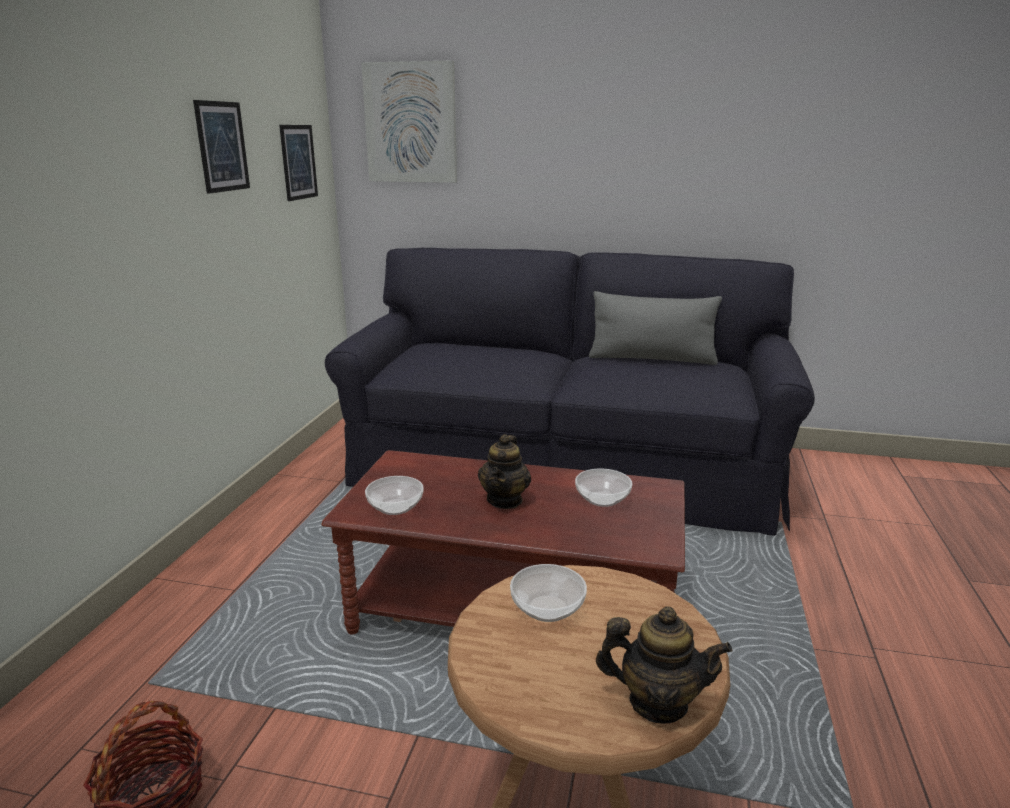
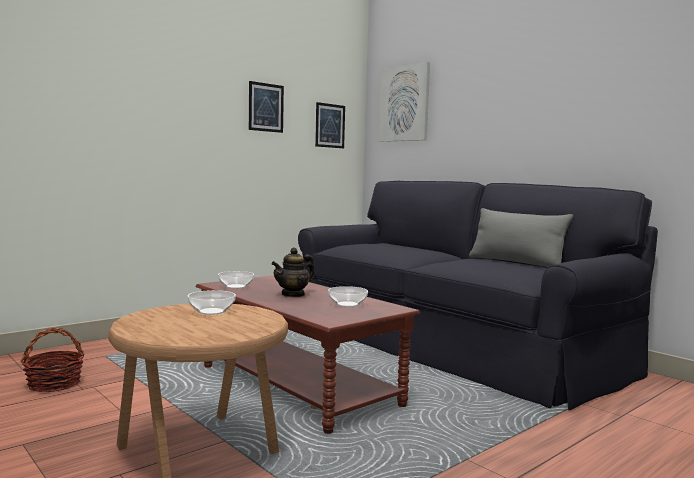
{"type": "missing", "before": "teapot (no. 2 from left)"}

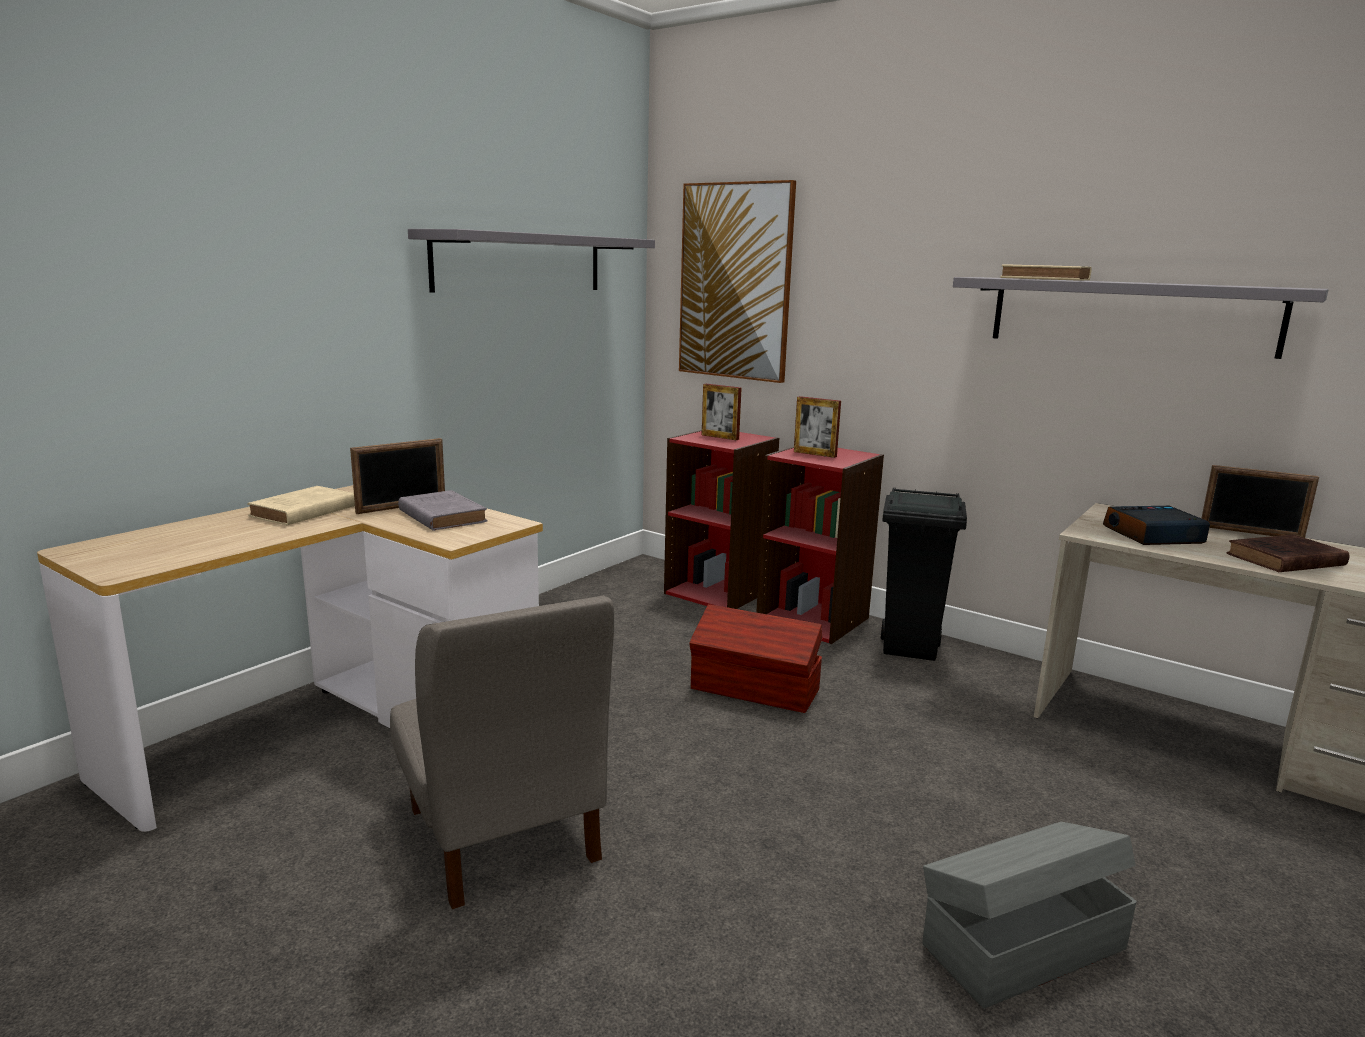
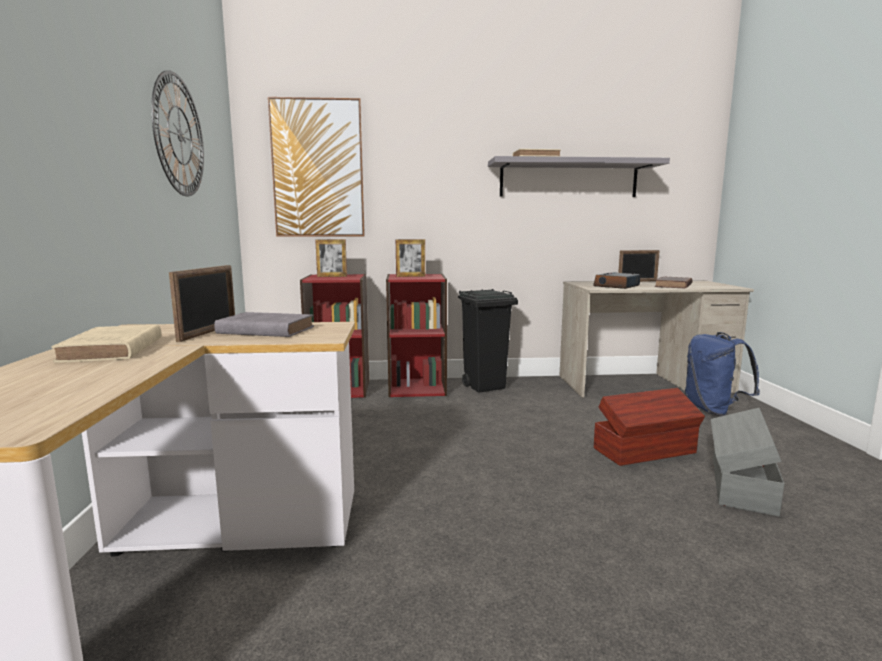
{"type": "missing", "before": "grey chair"}
{"type": "appeared", "after": "blue backpack"}
{"type": "relocated", "before": "brown storage box"}
{"type": "exchanged", "before": "grey shelf (no. 1 from left)", "after": "wall clock"}

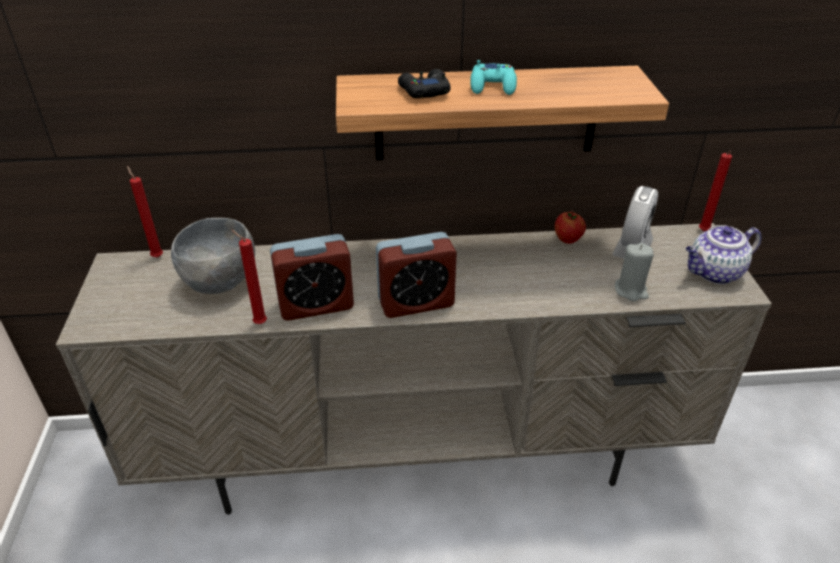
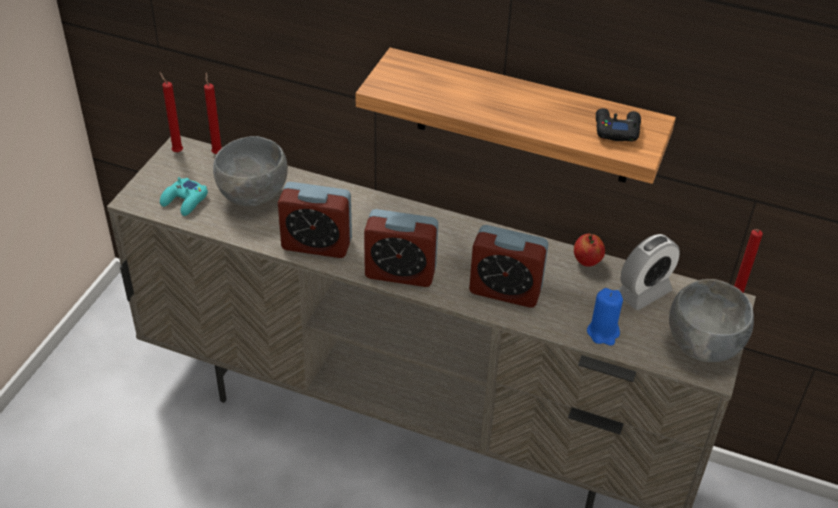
{"type": "appeared", "after": "alarm clock (no. 3 from left)"}
{"type": "relocated", "before": "red candle (no. 2 from left in the first image)", "after": "red candle (no. 1 from left)"}
{"type": "relocated", "before": "black game controller"}
{"type": "relocated", "before": "turquoise game controller"}
{"type": "exchanged", "before": "teapot", "after": "grey bowl (no. 2 from left)"}
{"type": "colour", "before": "grey candle", "after": "blue candle"}

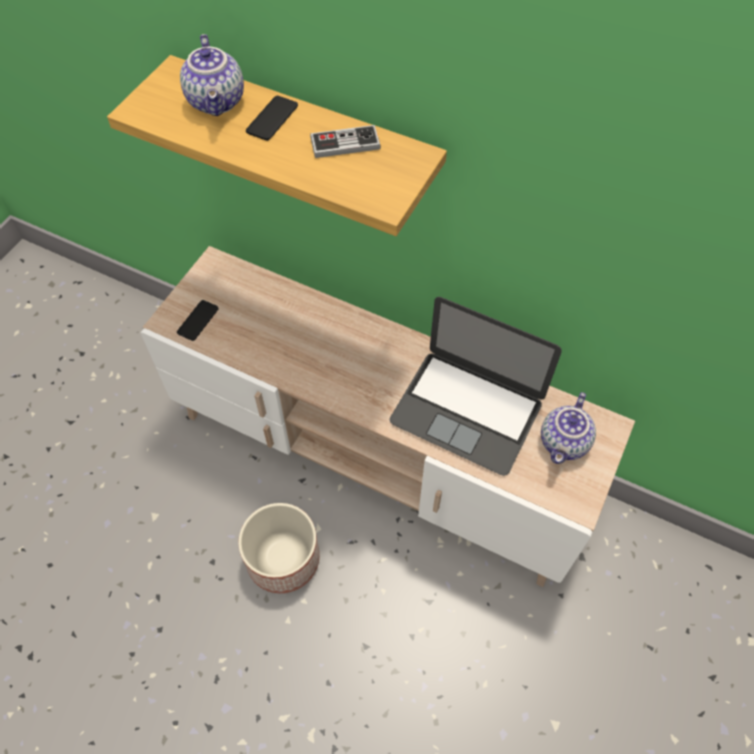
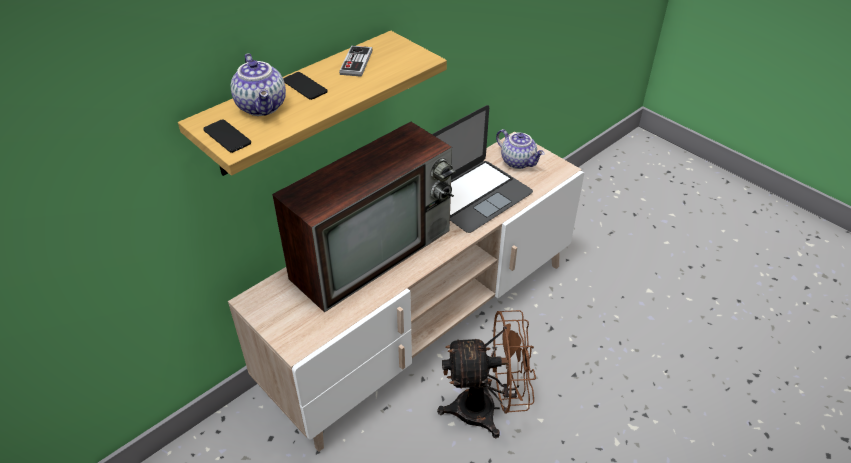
{"type": "appeared", "after": "television"}
{"type": "relocated", "before": "phone (no. 1 from left)"}
{"type": "exchanged", "before": "planter", "after": "brown fan"}
{"type": "spun", "before": "teapot (no. 1 from left)", "turn": 60}

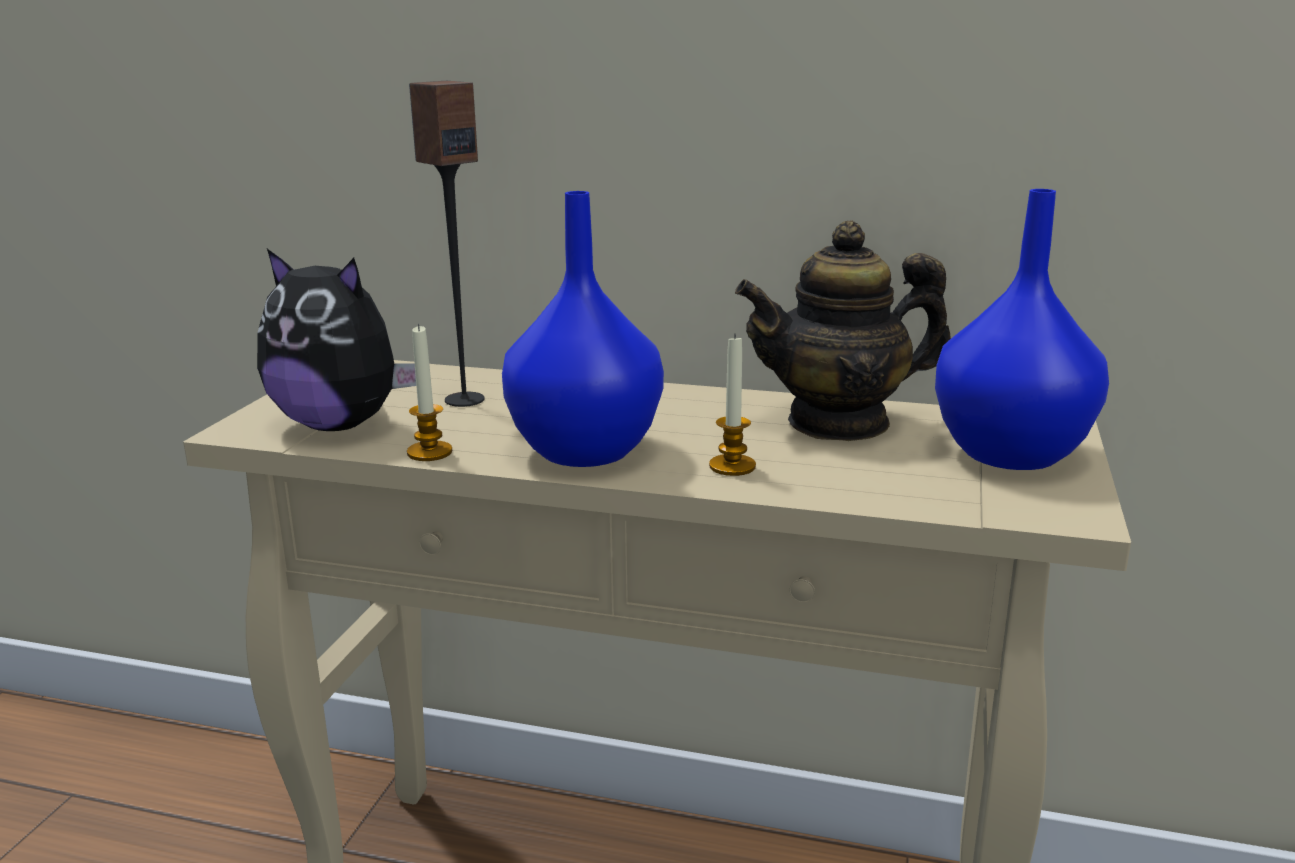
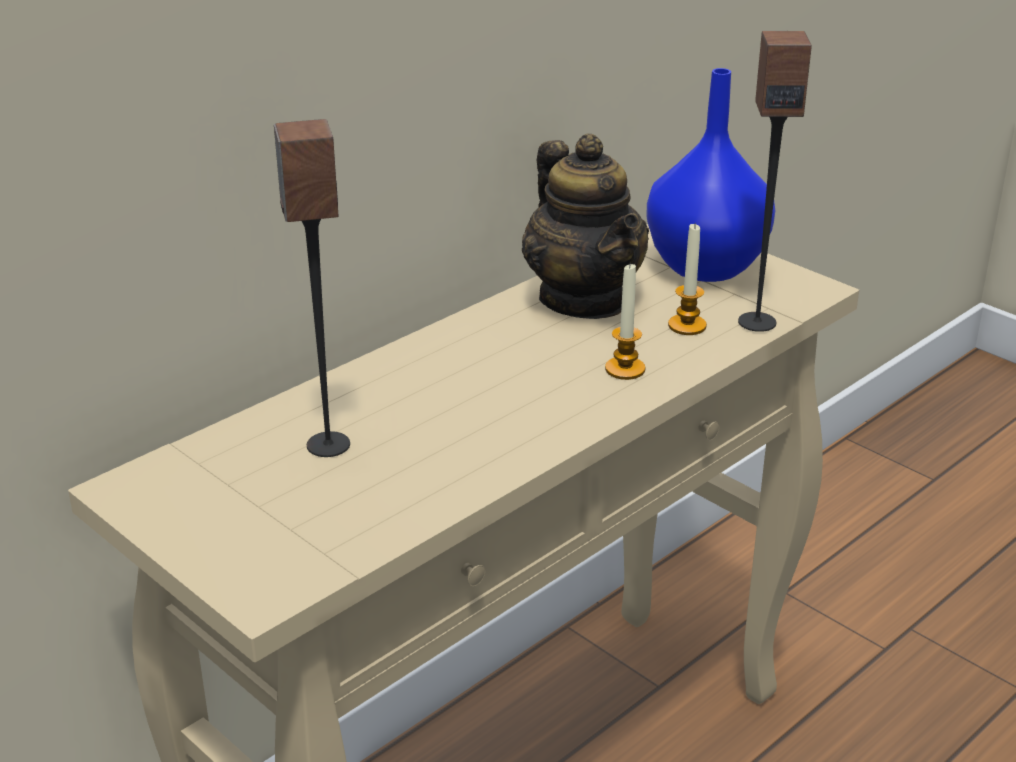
{"type": "missing", "before": "plush toy"}
{"type": "missing", "before": "blue vase (no. 1 from left)"}
{"type": "appeared", "after": "speaker (no. 2 from left)"}
{"type": "relocated", "before": "candle (no. 1 from left in the first image)", "after": "candle (no. 2 from left)"}
{"type": "spun", "before": "teapot", "turn": -45}

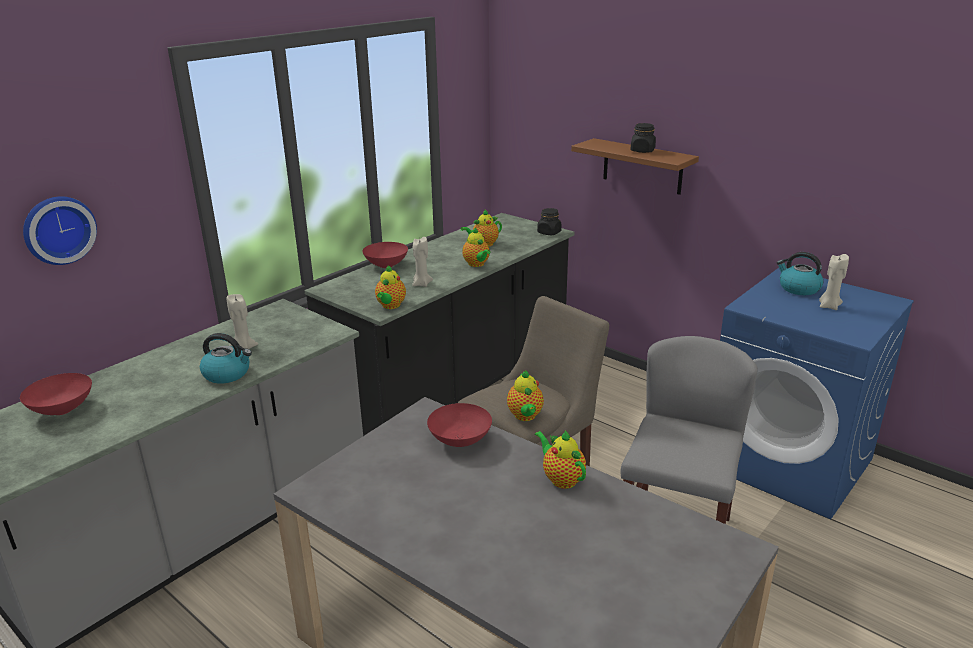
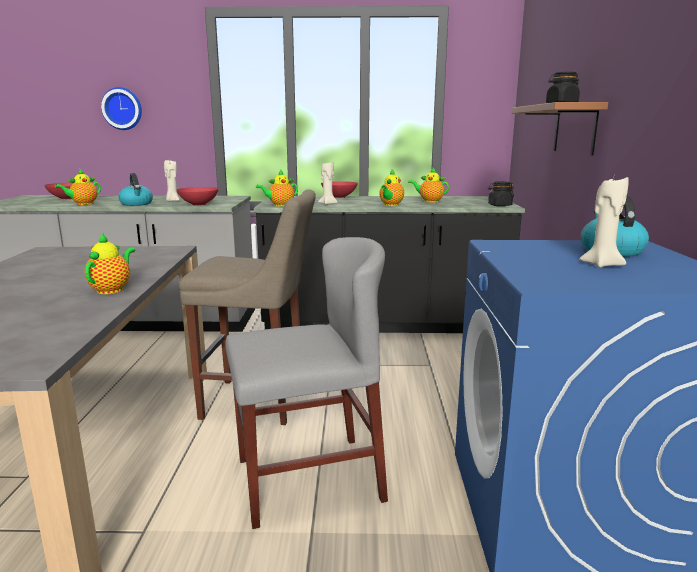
{"type": "relocated", "before": "red bowl (no. 3 from left in the first image)", "after": "red bowl (no. 2 from left)"}
{"type": "relocated", "before": "teapot (no. 4 from left in the first image)", "after": "teapot (no. 1 from left)"}

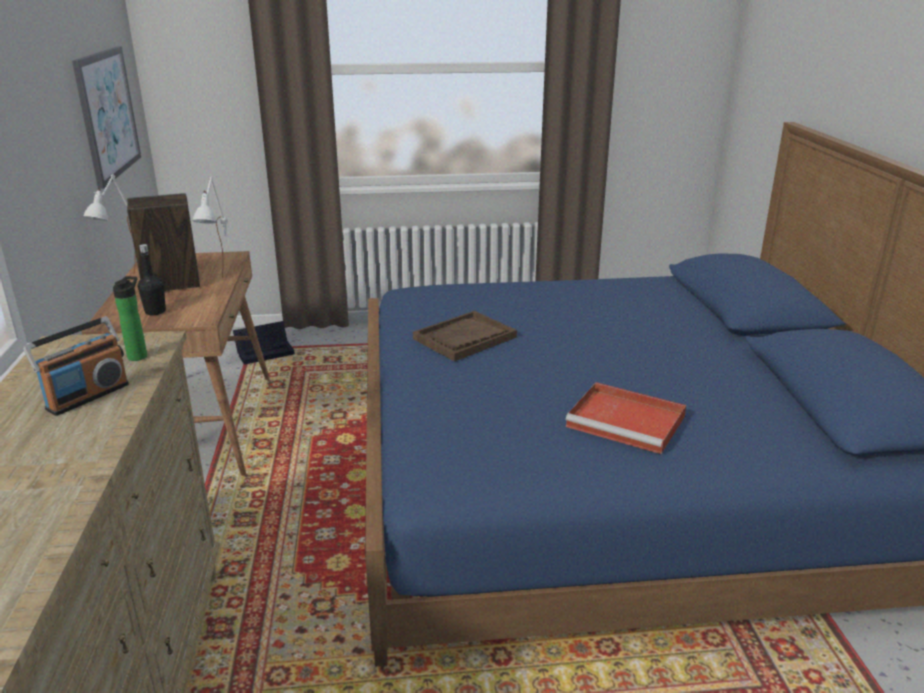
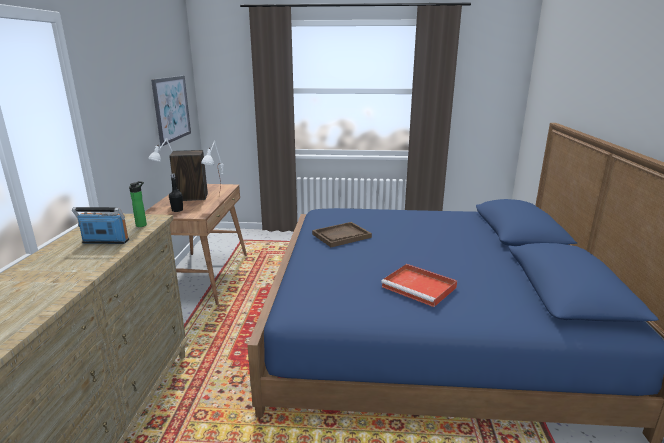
{"type": "missing", "before": "black storage box"}
{"type": "spun", "before": "radio", "turn": -135}

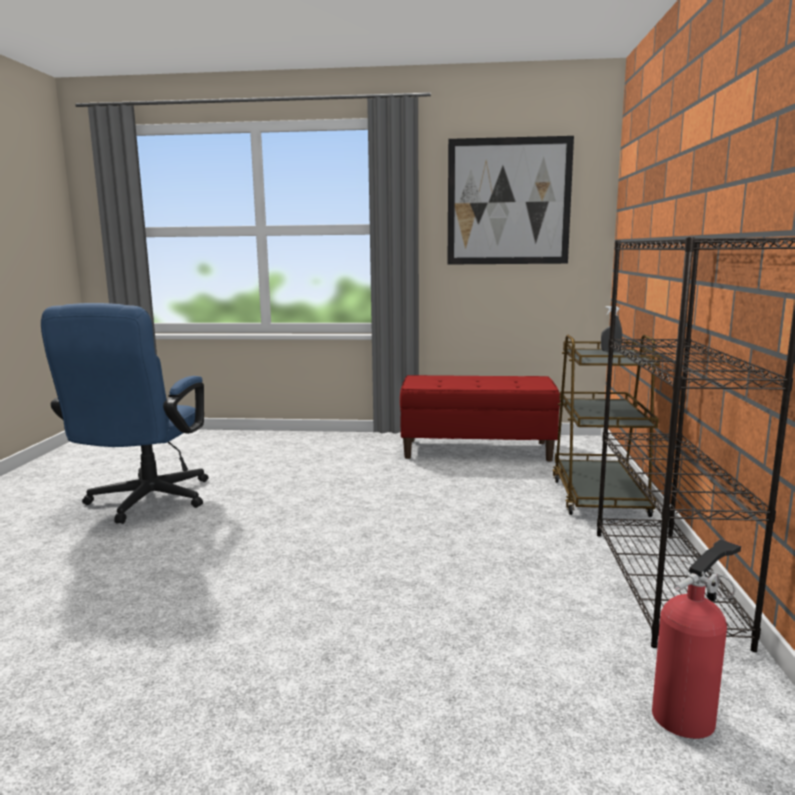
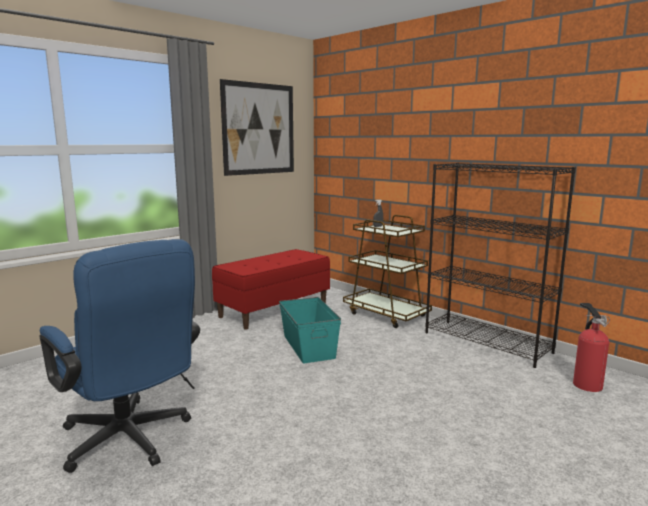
{"type": "appeared", "after": "turquoise storage box"}

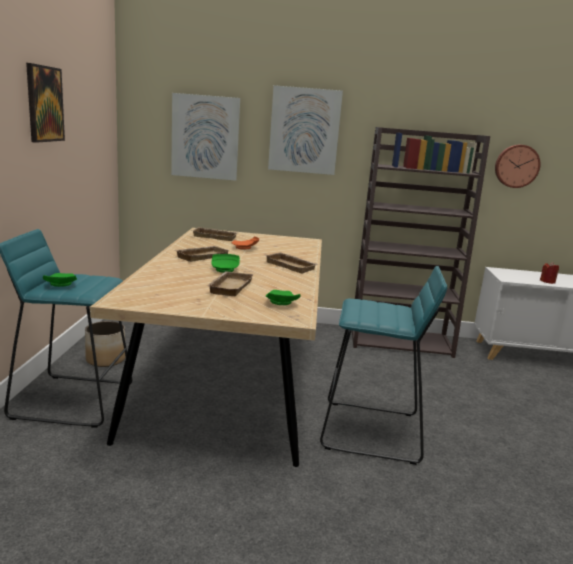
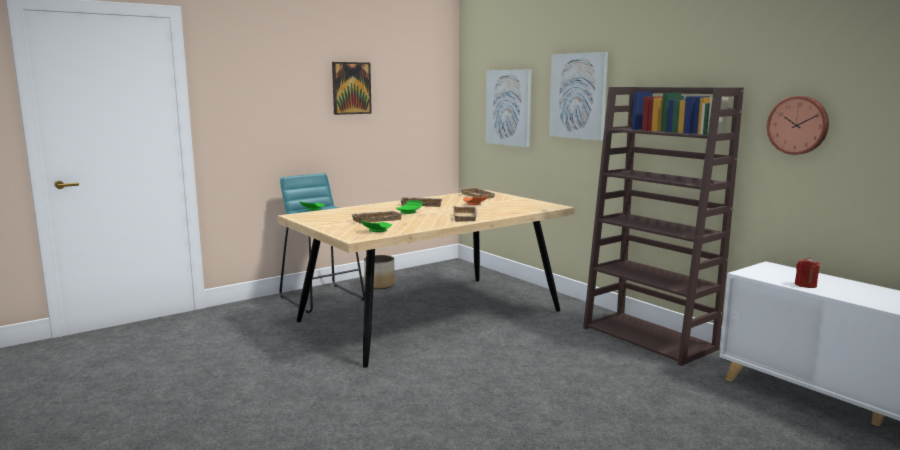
{"type": "missing", "before": "turquoise stool (no. 2 from left)"}

